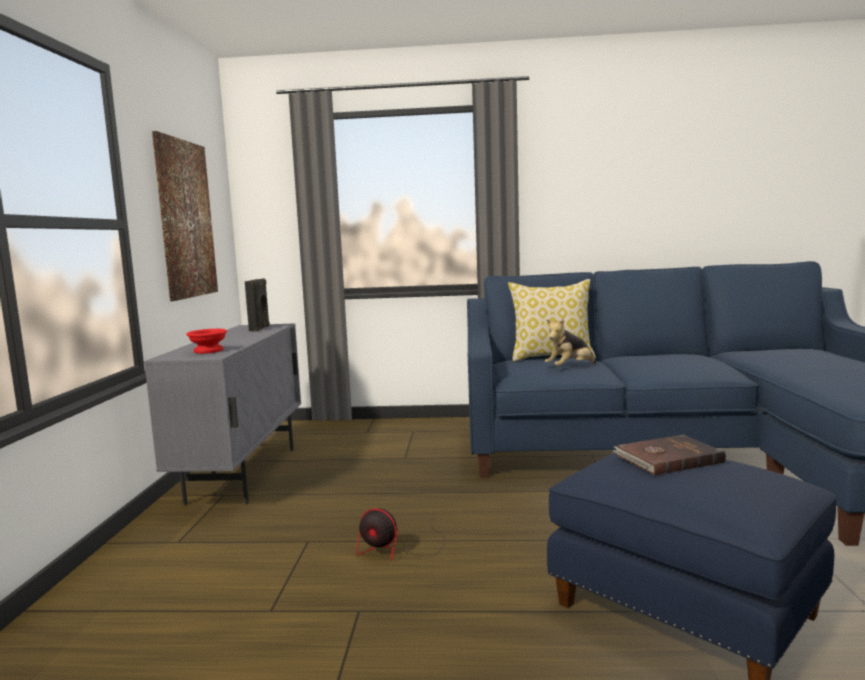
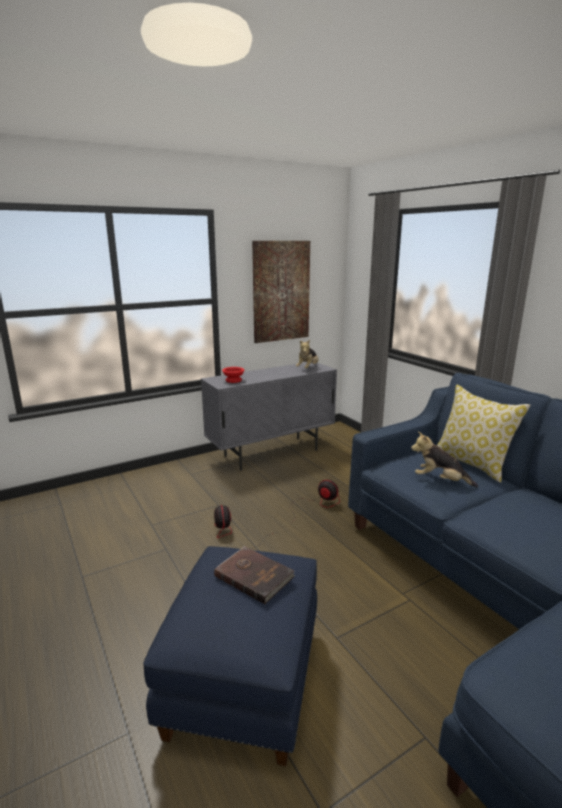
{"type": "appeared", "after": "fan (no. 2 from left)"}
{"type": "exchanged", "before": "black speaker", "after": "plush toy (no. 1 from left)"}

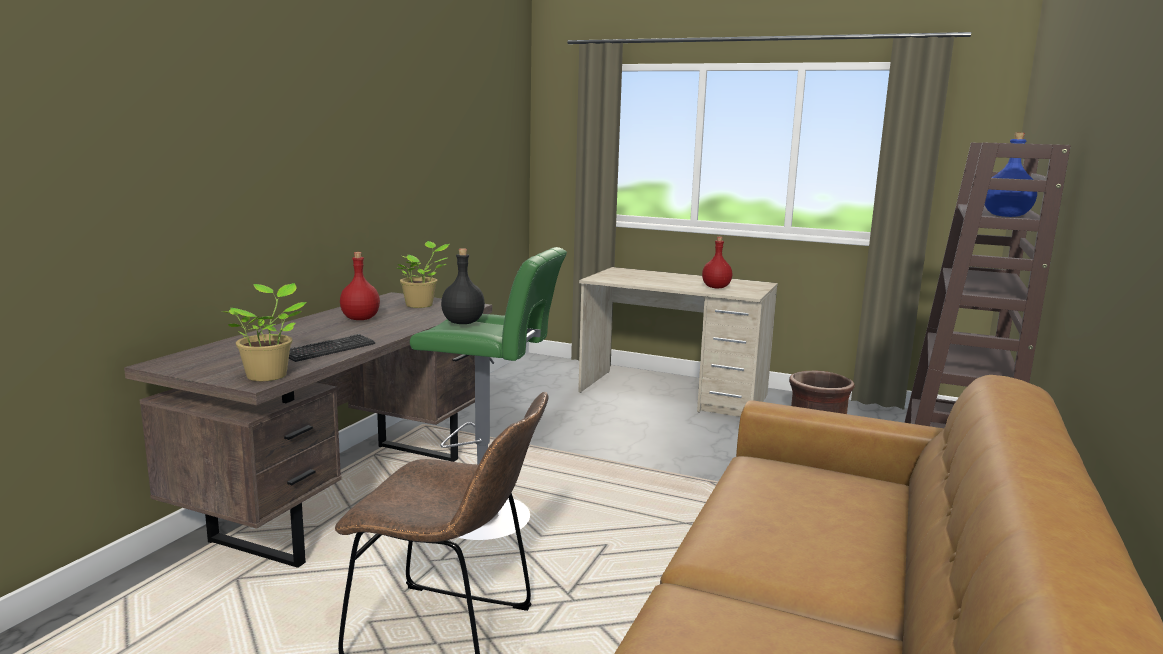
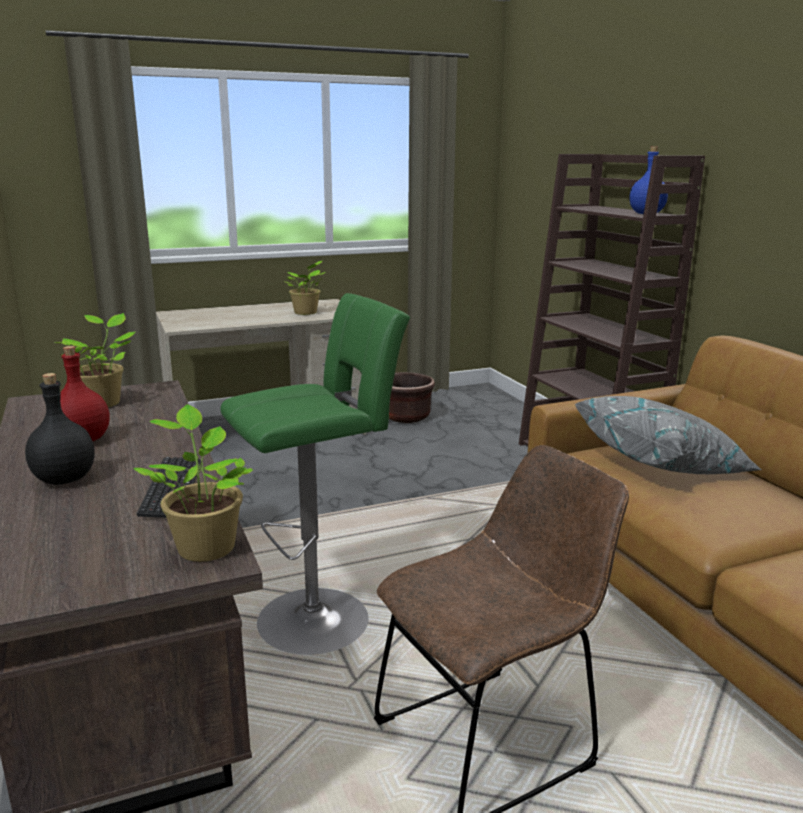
{"type": "appeared", "after": "grey pillow"}
{"type": "relocated", "before": "black bottle"}
{"type": "exchanged", "before": "red bottle (no. 2 from left)", "after": "potted plant (no. 3 from left)"}

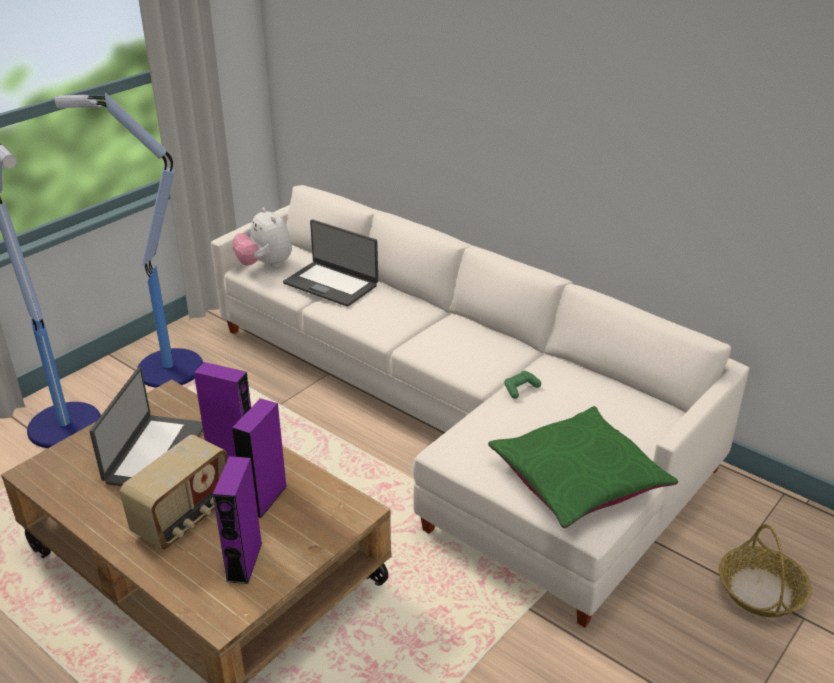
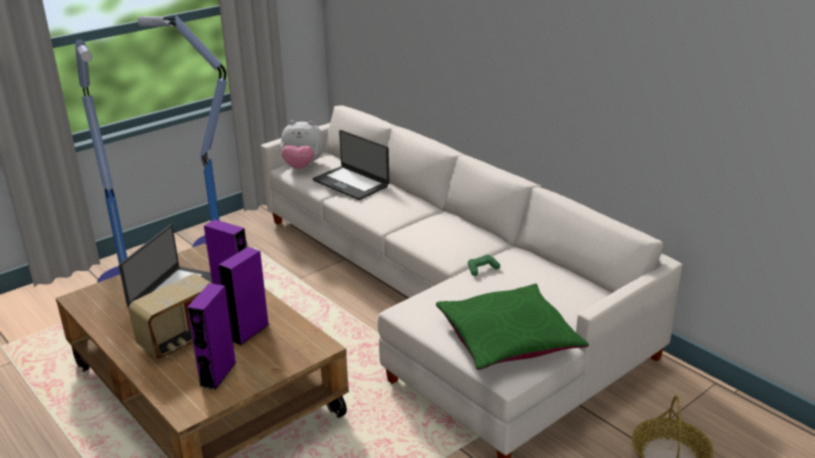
{"type": "spun", "before": "plush toy", "turn": -60}

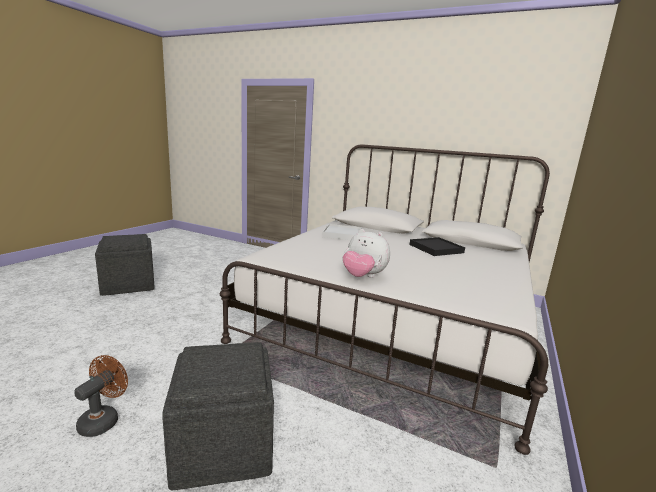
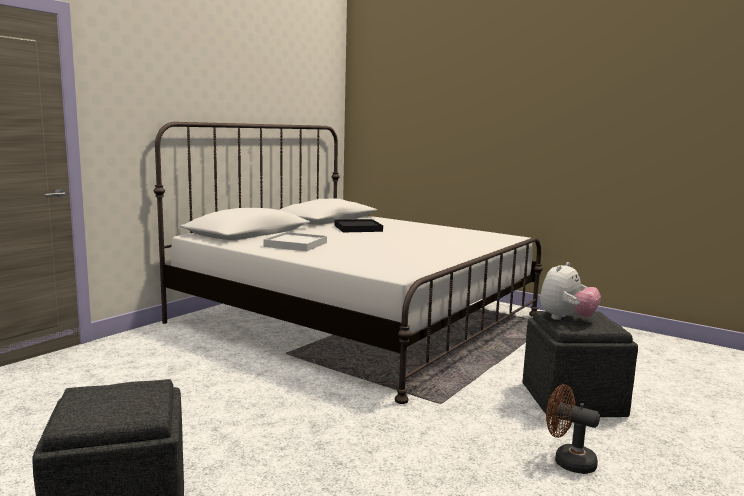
{"type": "relocated", "before": "plush toy"}

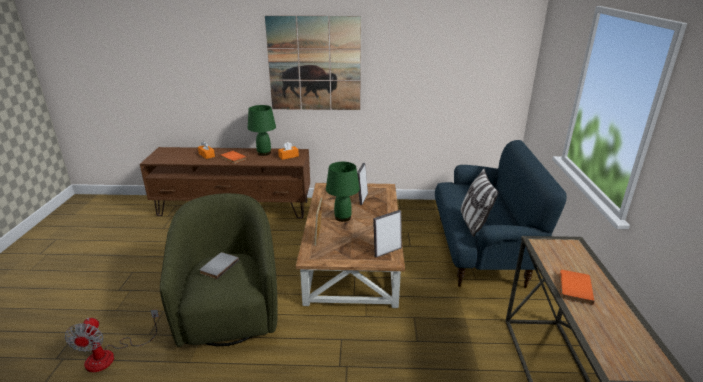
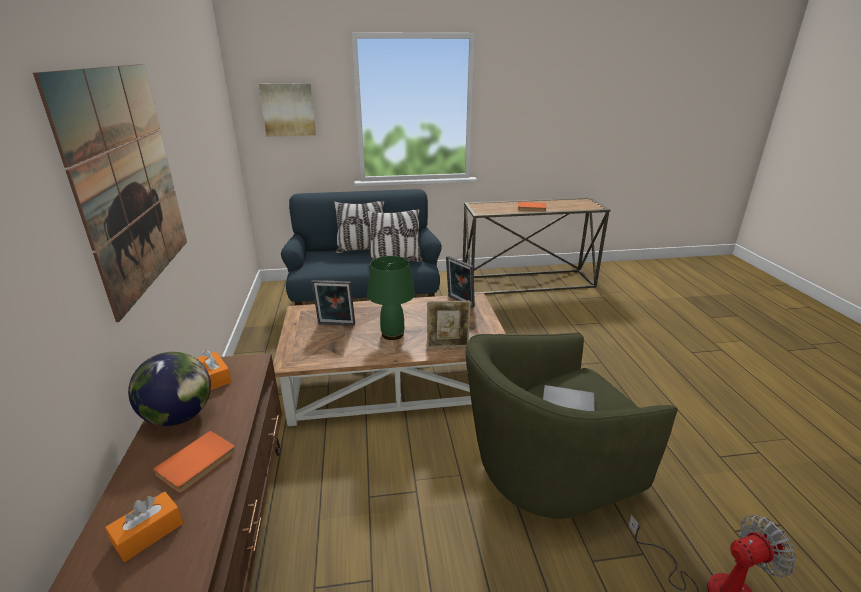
{"type": "appeared", "after": "picture (no. 2 from left)"}
{"type": "appeared", "after": "pillow (no. 1 from left)"}
{"type": "exchanged", "before": "green table lamp (no. 1 from left)", "after": "globe"}

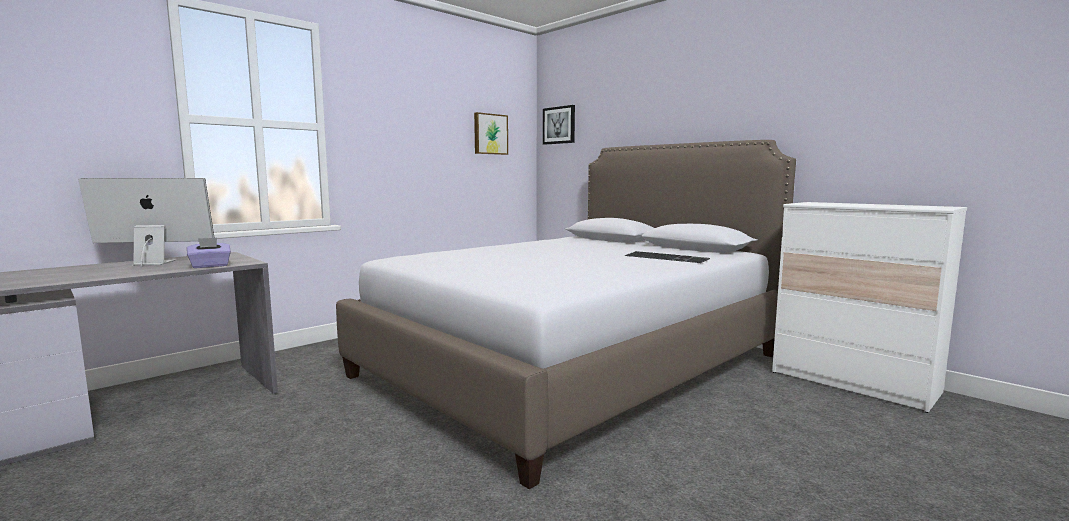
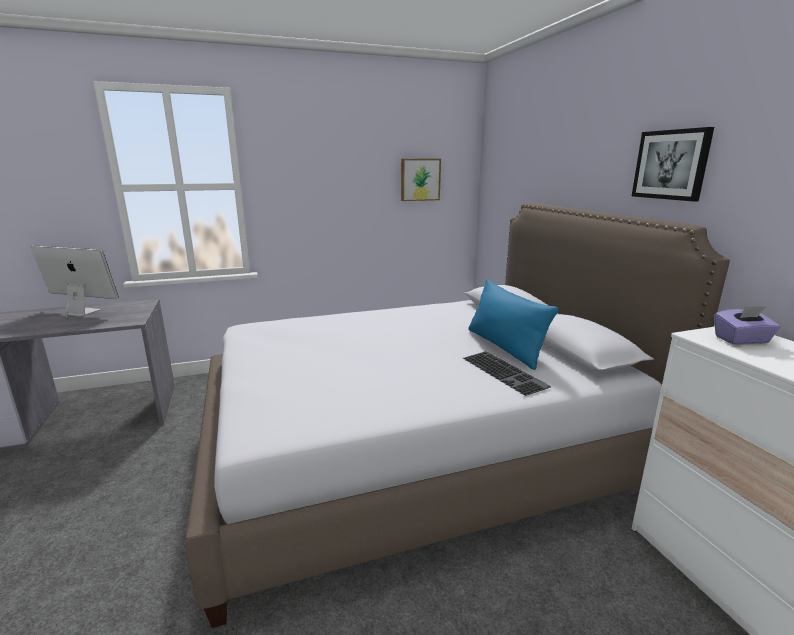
{"type": "appeared", "after": "blue pillow"}
{"type": "relocated", "before": "purple tissue box"}
{"type": "relocated", "before": "picture (no. 2 from left)"}

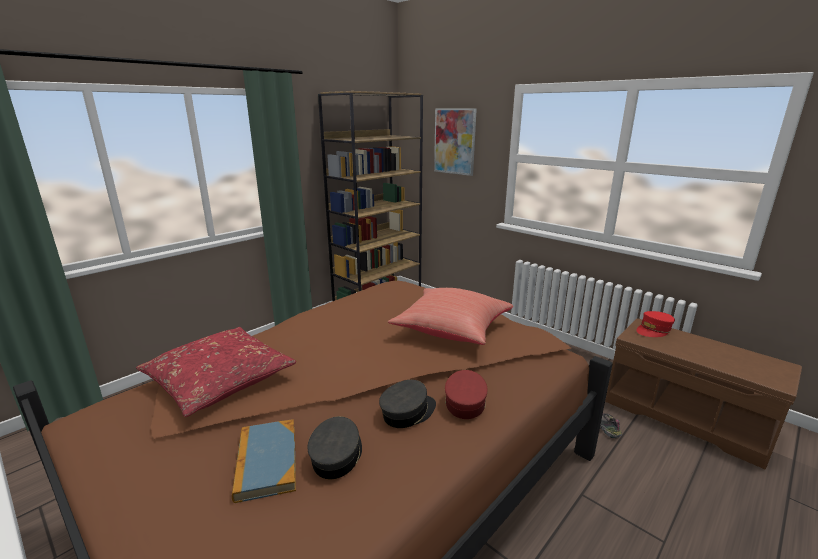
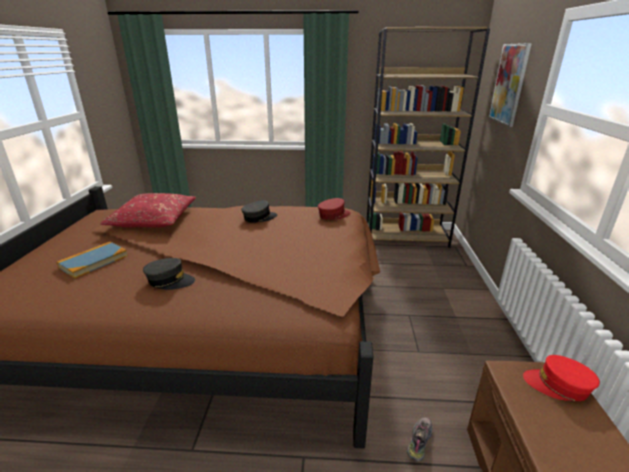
{"type": "missing", "before": "red pillow (no. 2 from left)"}
{"type": "relocated", "before": "grey cap (no. 1 from left in the first image)", "after": "grey cap (no. 2 from left)"}
{"type": "relocated", "before": "red cap (no. 1 from left)"}

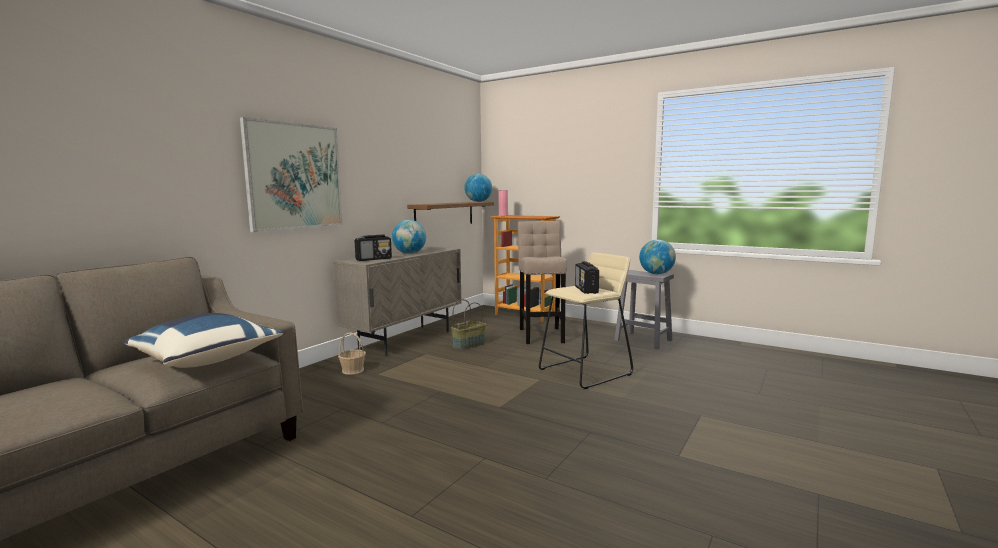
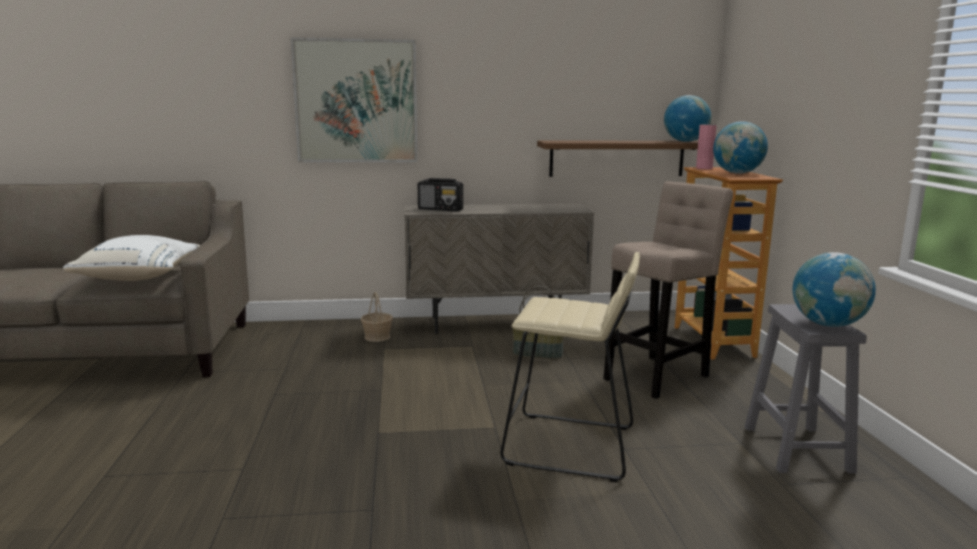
{"type": "missing", "before": "radio (no. 2 from left)"}
{"type": "relocated", "before": "globe (no. 1 from left in the first image)", "after": "globe (no. 2 from left)"}
{"type": "colour", "before": "blue pillow", "after": "white pillow"}

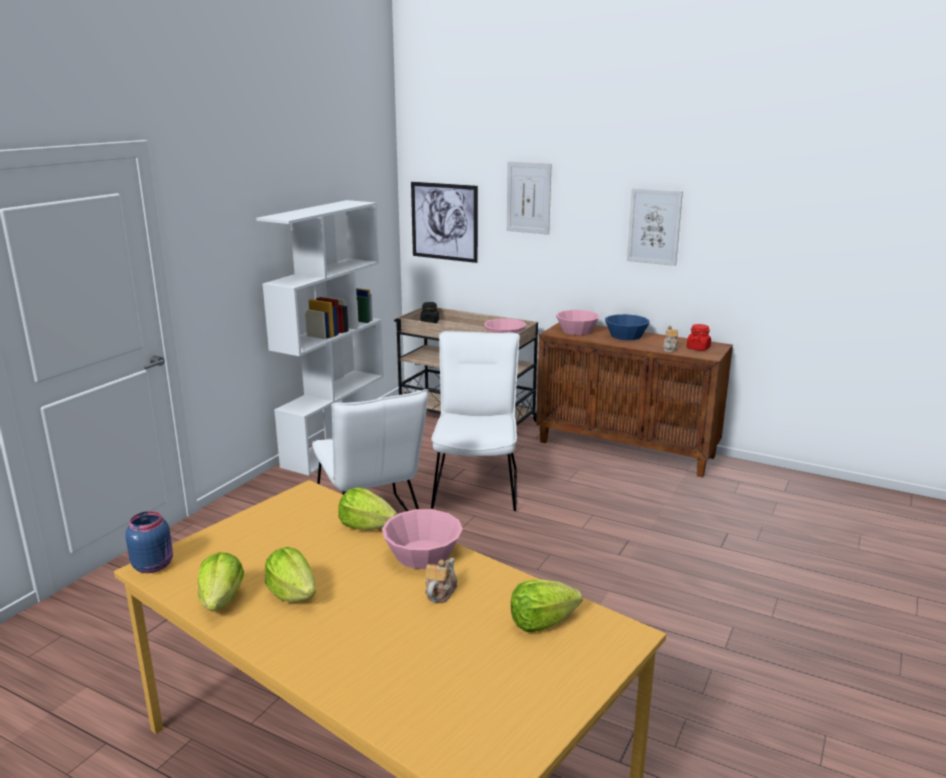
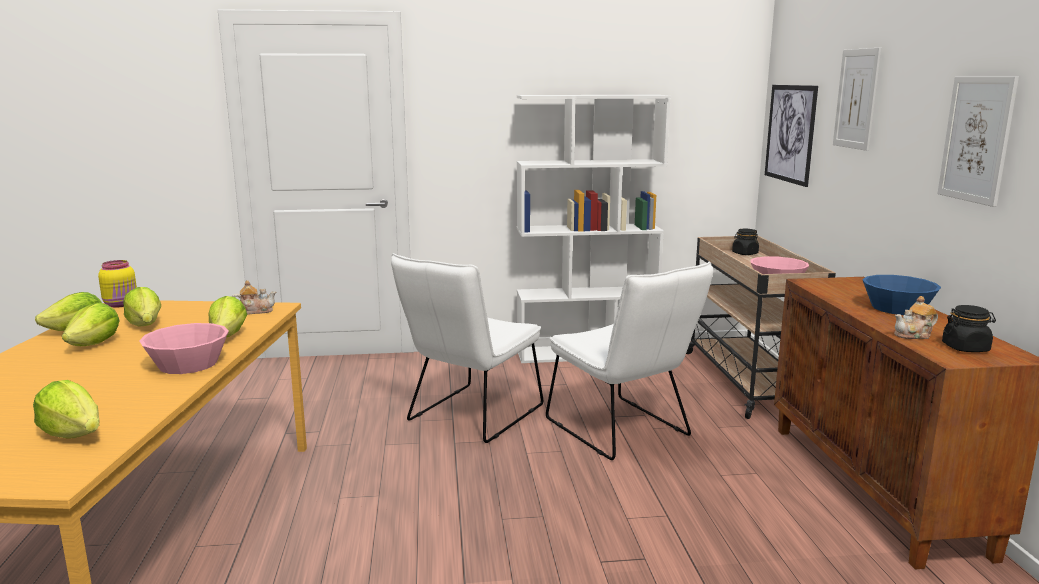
{"type": "missing", "before": "pink bowl (no. 3 from left)"}
{"type": "appeared", "after": "lettuce (no. 4 from left)"}
{"type": "relocated", "before": "teapot (no. 1 from left)"}
{"type": "colour", "before": "blue jar", "after": "yellow jar"}
{"type": "colour", "before": "red jar", "after": "black jar (no. 2 from left)"}
{"type": "spun", "before": "white chair (no. 2 from left)", "turn": 90}

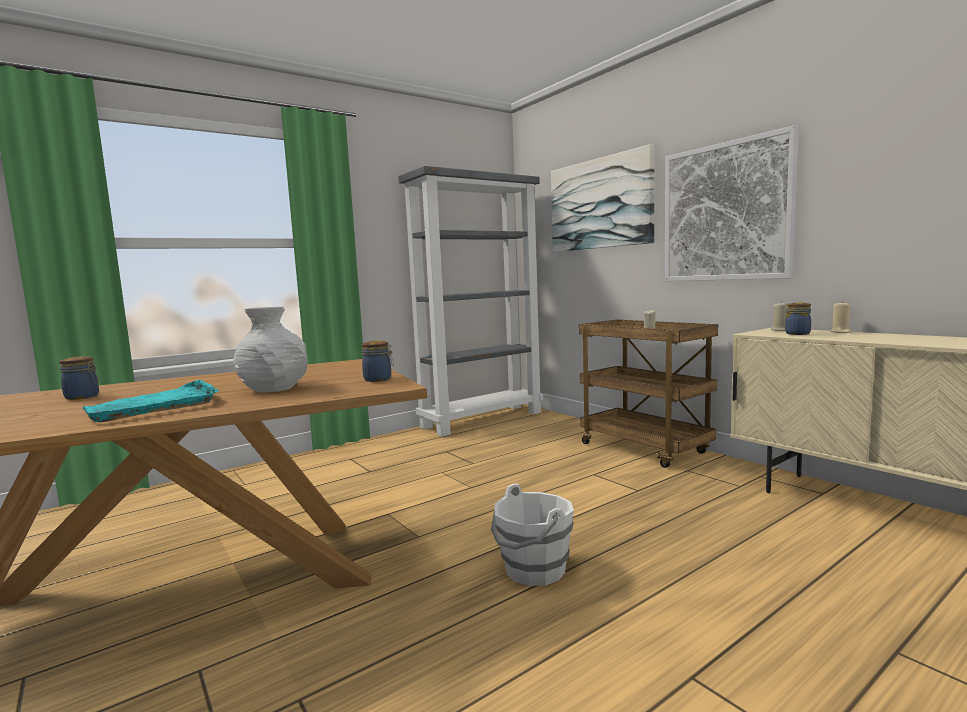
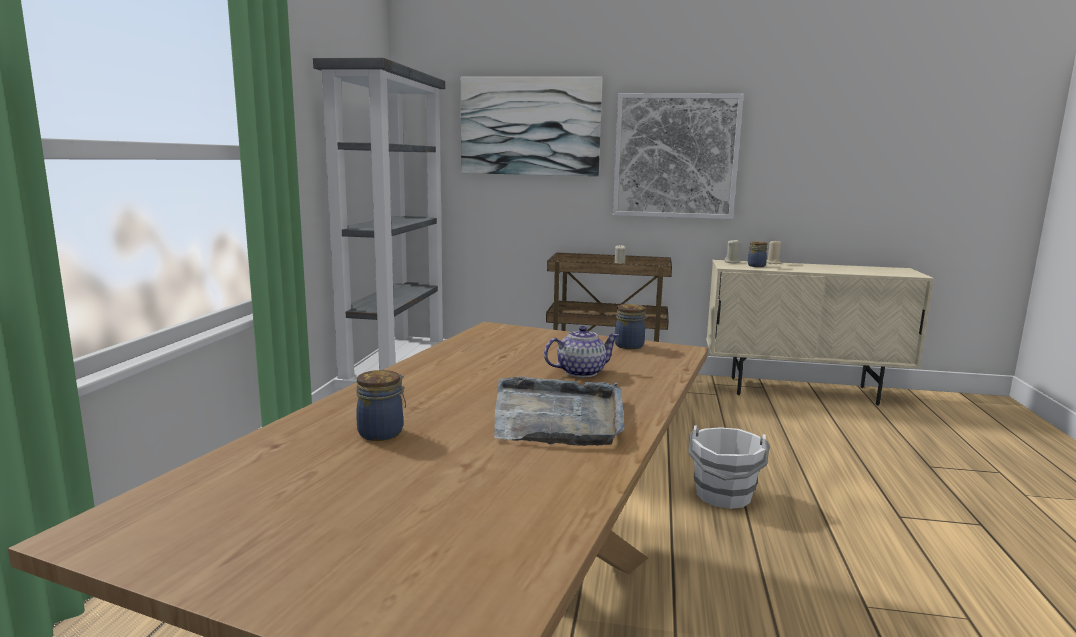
{"type": "exchanged", "before": "white vase", "after": "teapot"}
{"type": "colour", "before": "turquoise tray", "after": "grey tray"}

